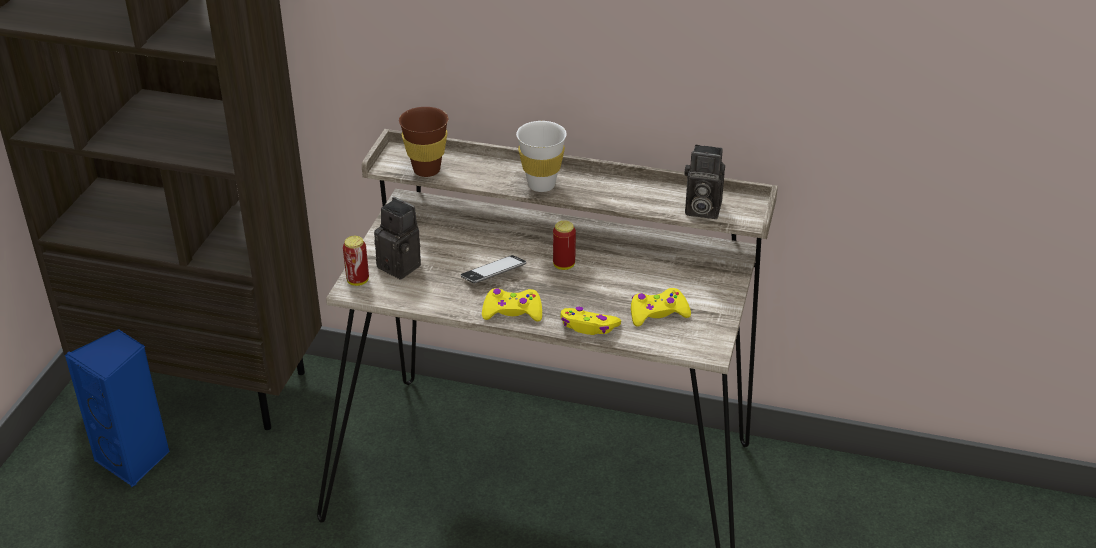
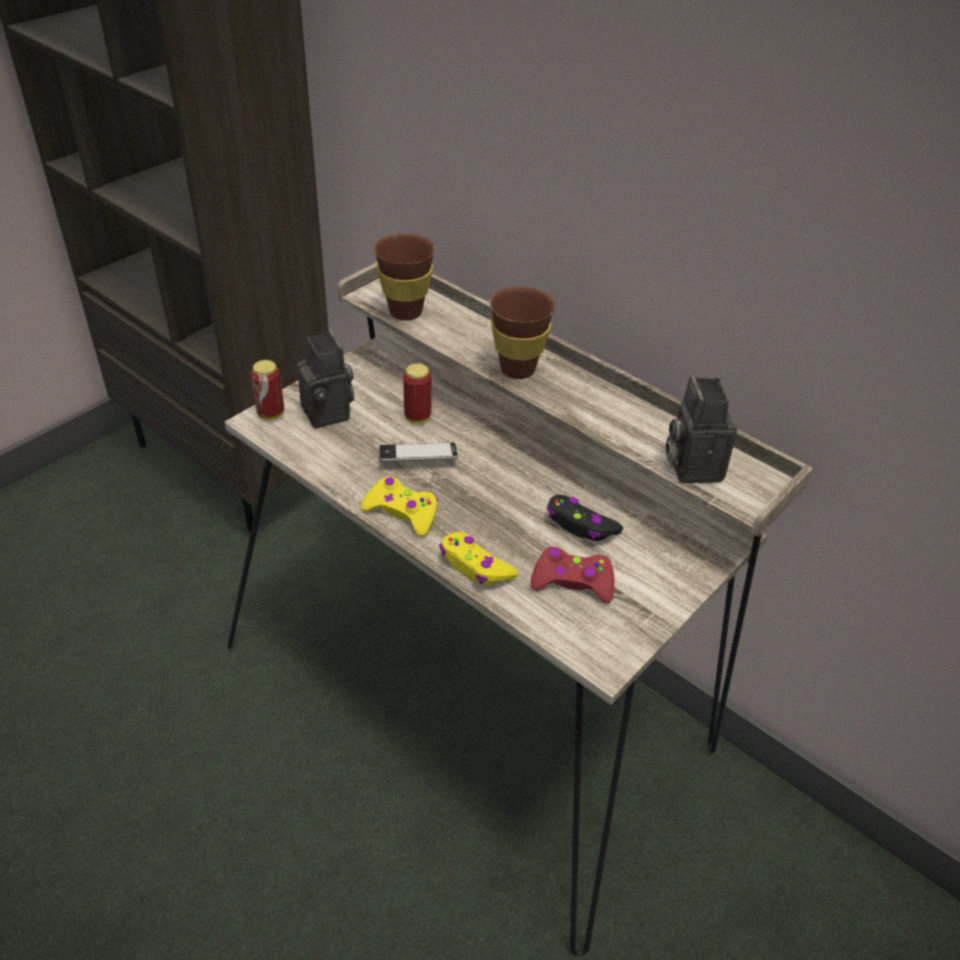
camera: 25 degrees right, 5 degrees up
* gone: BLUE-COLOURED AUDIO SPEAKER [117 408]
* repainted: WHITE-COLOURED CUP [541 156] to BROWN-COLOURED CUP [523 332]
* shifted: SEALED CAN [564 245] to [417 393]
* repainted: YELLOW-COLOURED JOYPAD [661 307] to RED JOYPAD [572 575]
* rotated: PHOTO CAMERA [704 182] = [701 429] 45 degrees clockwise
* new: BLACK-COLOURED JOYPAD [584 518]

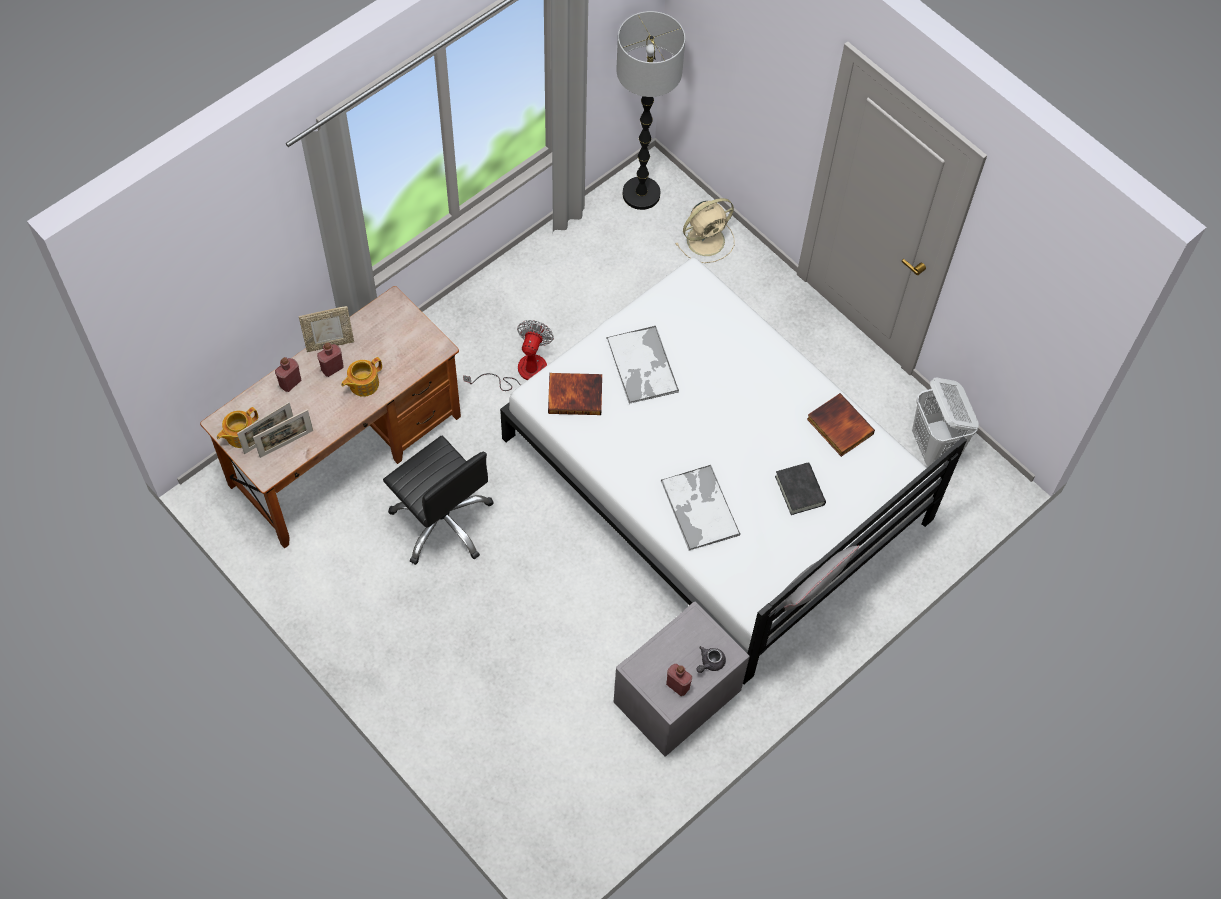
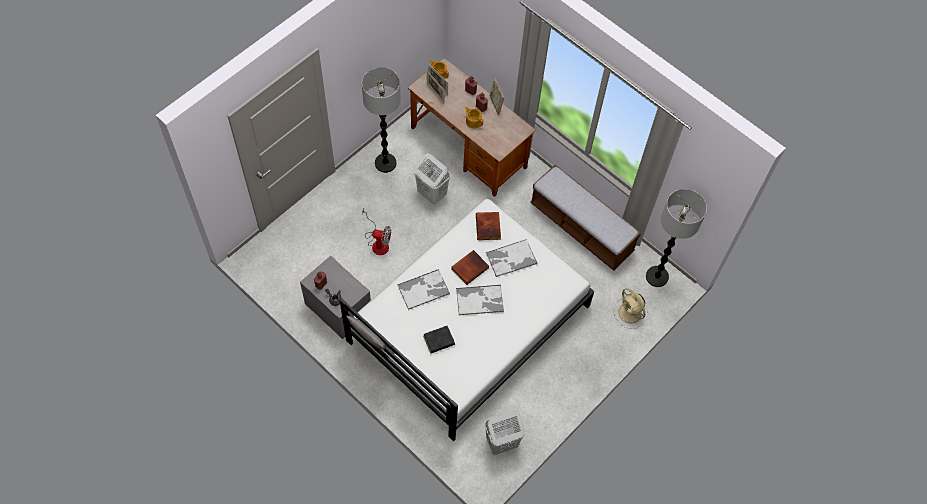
camera: 85 degrees right, 0 degrees up
* swapped: BLACK-COLOURED DESK CHAIR [438 500] to WHITE-COLOURED LAUNDRY BASKET [432 179]
* shifted: FAN [508 355] to [376 231]
* shifted: BOOK [841 425] to [470 267]
* new: STANDARD LAMP [381 120]
* new: CARRYING TRAY [480 300]
* new: INDOOR BENCH [585 218]

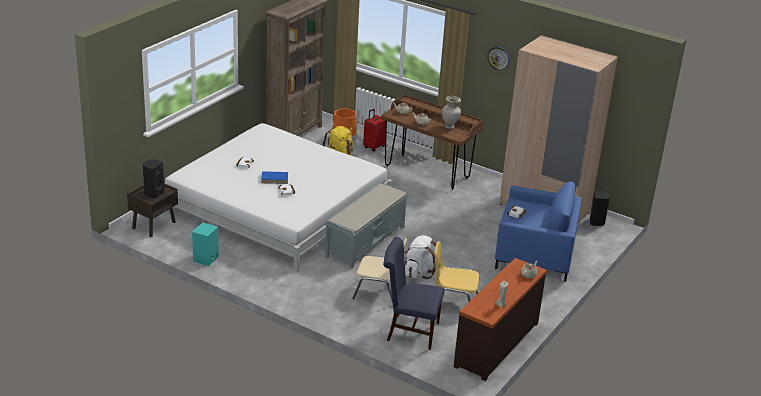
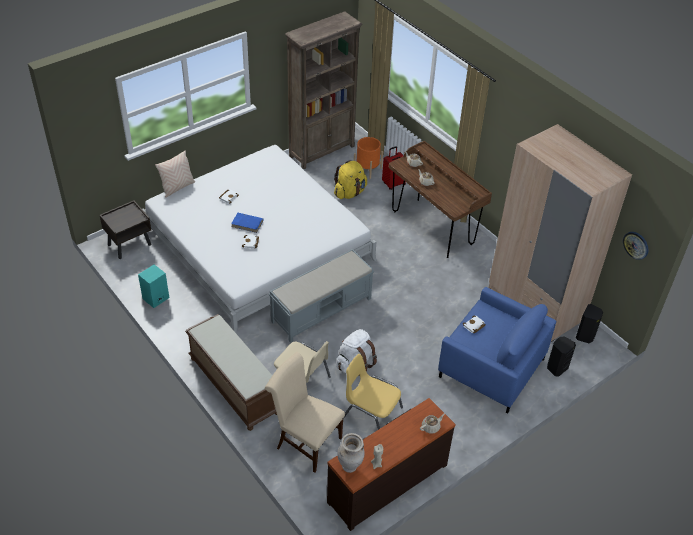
camera: 20 degrees right, 15 degrees up
* shifted: BLACK-COLOURED AUDIO SPEAKER [153 178] to [561 357]
* repainted: BLUE-COLOURED UPRIGHT CHAIR [414 293] to BEIGE-COLOURED UPRIGHT CHAIR [305 412]
* shifted: BEIGE-COLOURED VASE [451 112] to [351 453]
* shifted: CLOCK ON THE WALL [498 58] to [635 246]
* new: BEIGE-COLOURED PILLOW [175 174]
* new: BROWN-COLOURED INDOOR BENCH [231 372]

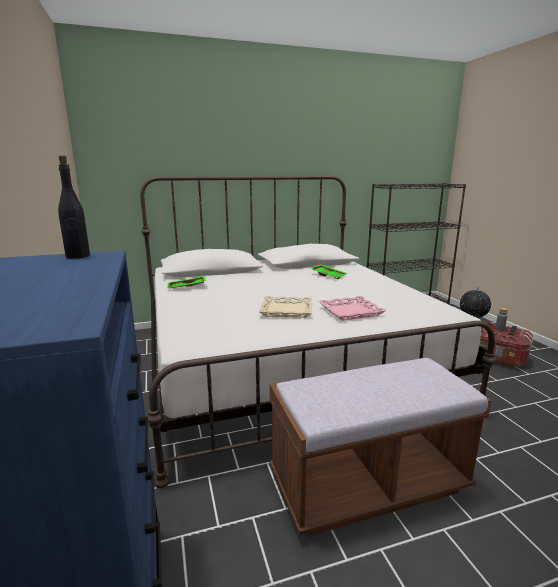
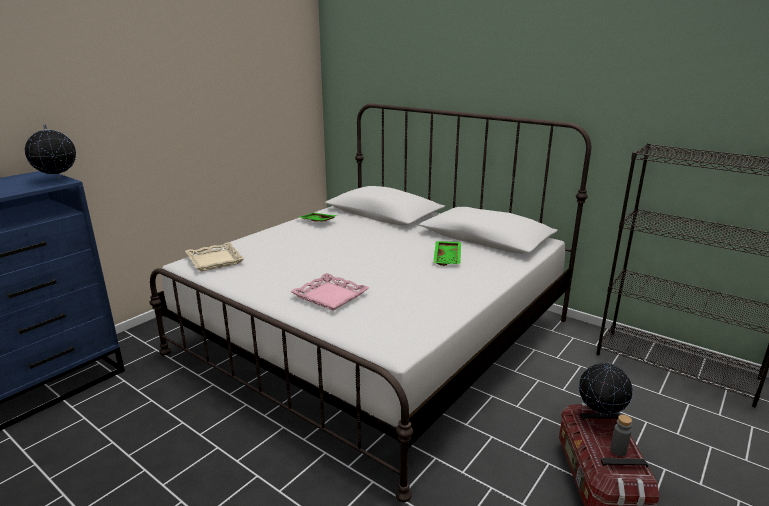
camera: 55 degrees right, 5 degrees up
* swapped: BLACK-COLOURED BEVERAGE BOTTLE [74 207] to GLOBE [50 152]
* shifted: BEIGE-COLOURED CARRYING TRAY [285 307] to [215 256]
* gone: BROWN-COLOURED INDOOR BENCH [380 447]

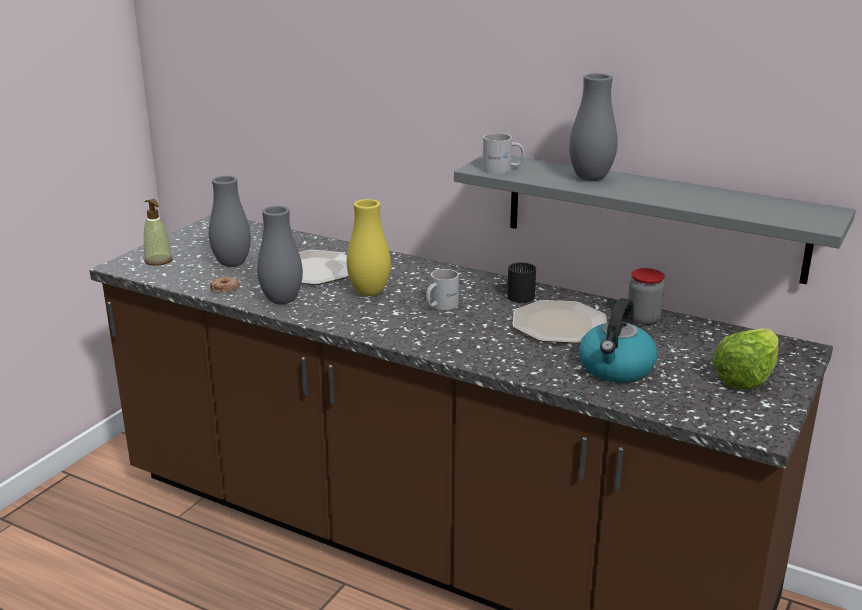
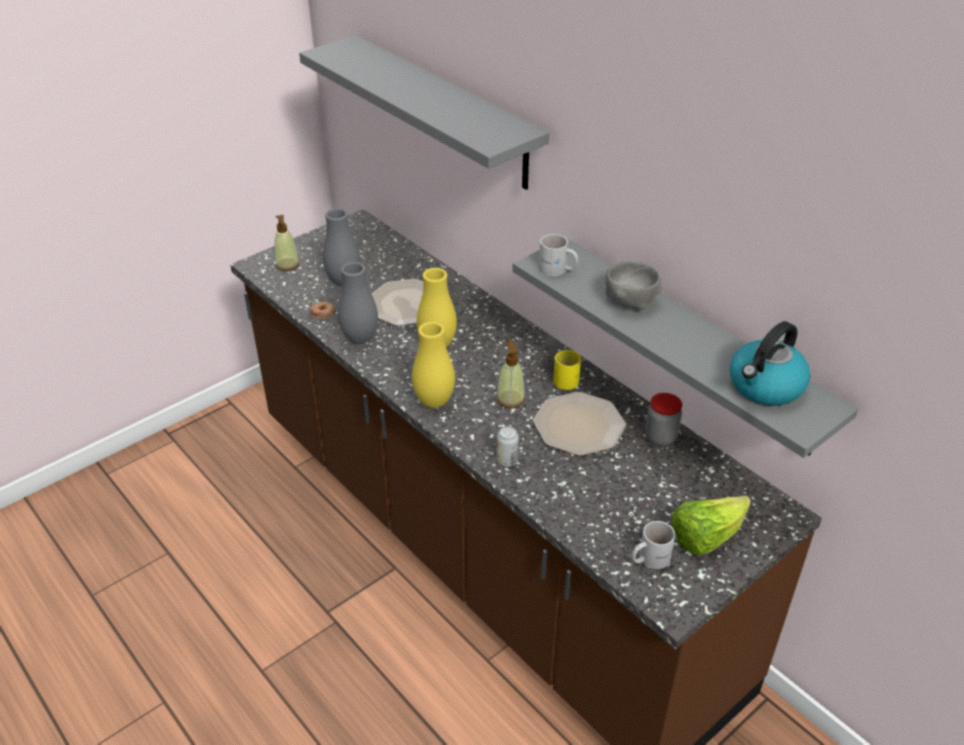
camera: 20 degrees right, 15 degrees up
* shifted: WHITE-COLOURED MUG [442 289] to [653 545]
* repainted: BLACK-COLOURED MUG [521 282] to YELLOW-COLOURED MUG [567 370]
* swapped: GRAY VASE [593 127] to GRAY SERVING BOWL [634 285]
* shifted: KETTLE [618 340] to [770 363]
* new: GRAY BRACKET SHELF [424 112]
* new: YELLOW-COLOURED VASE [433 365]
* new: LIQUID SOAP BOTTLE [511 374]
* new: SEALED CAN [508 447]

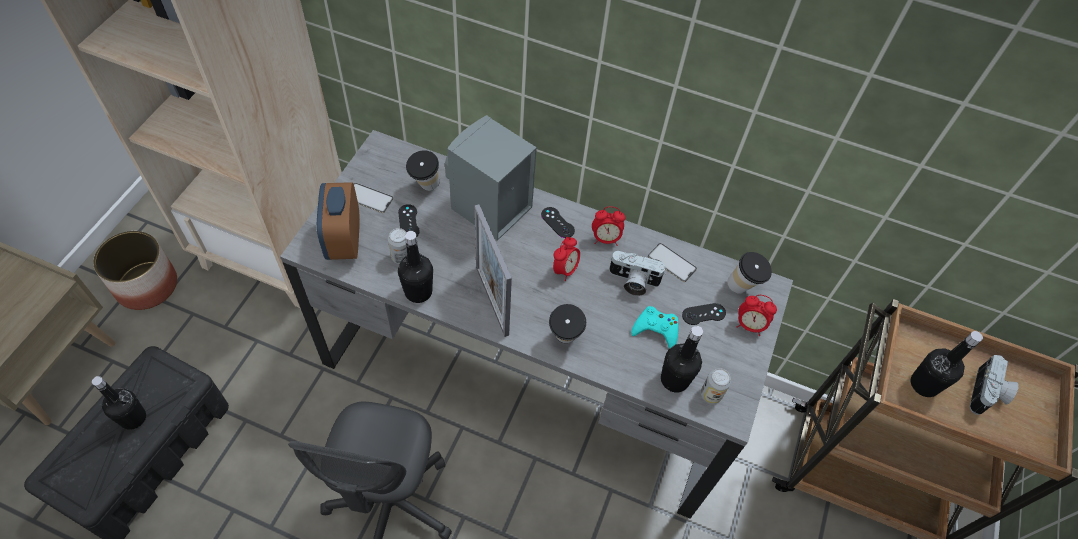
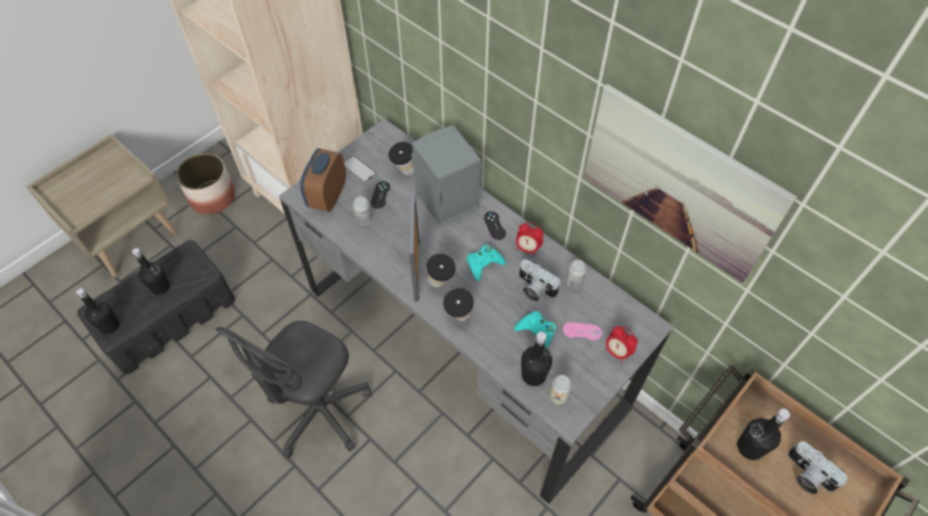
camera: 25 degrees right, 0 degrees up
* shifted: BLACK-COLOURED BEVERAGE BOTTLE [415 267] to [98 311]
* swapped: TABLE CLOCK [566 259] to BLUE-GREEN JOYPAD [486 263]
* swapped: TELEPHONE [672 262] to SEALED CAN [576 274]
* repainted: BLACK-COLOURED JOYPAD [704 314] to PINKISH JOYPAD [582 331]
* shifted: CUP [749 273] to [441 270]
* rotated: PHOTO CAMERA [994 385] = [817 467] 90 degrees clockwise
* new: WALL PICTURE [690 183]

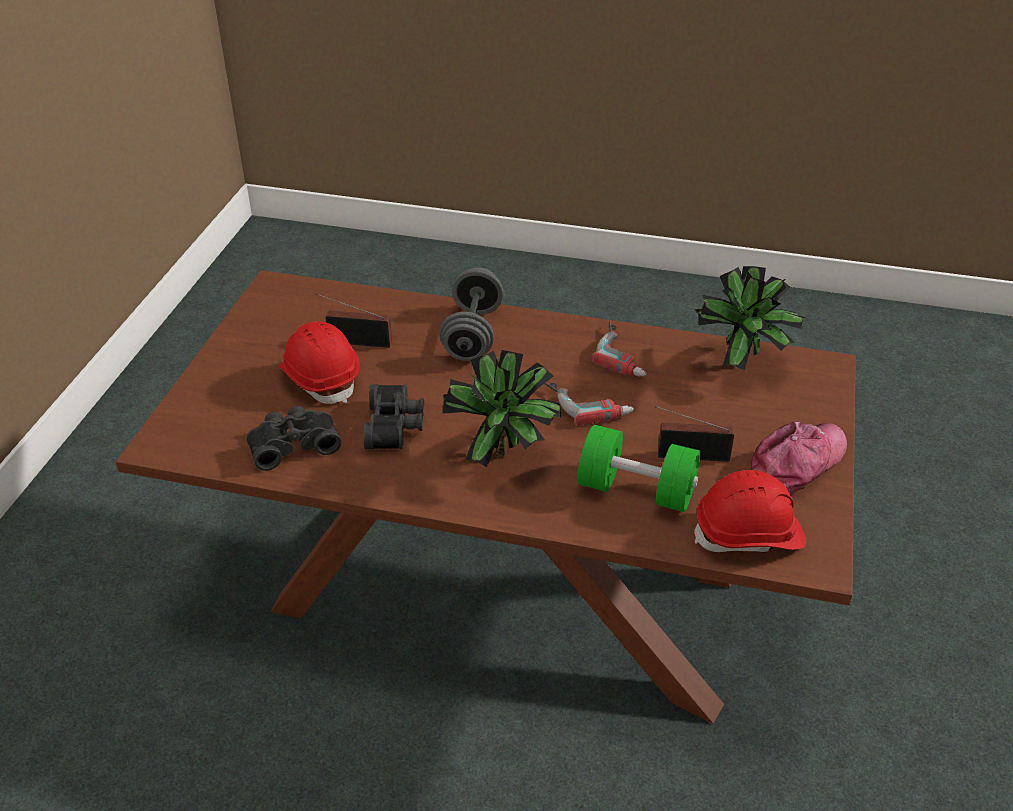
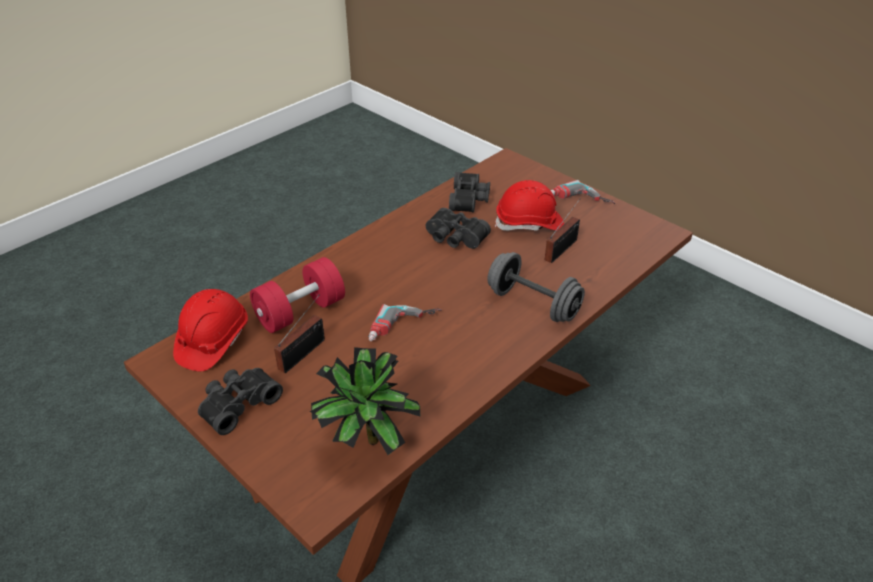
camera: 120 degrees right, 0 degrees up
* gone: PLANT IN A POT [501 408]
* repainted: GREENISH HAND WEIGHT [639 468] to RED HAND WEIGHT [297 295]
* shifted: POWER DRILL [619 348] to [583 192]
* swapped: PEAKED CAP [799 458] to BLACK-COLOURED FIELD GLASSES [240 401]

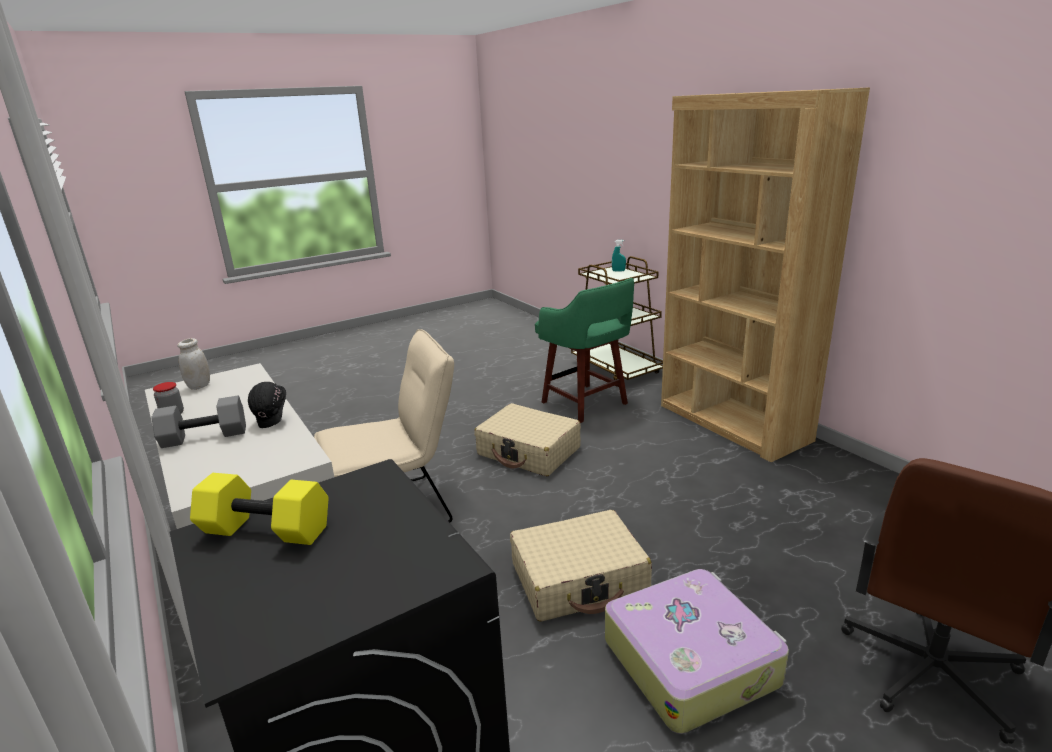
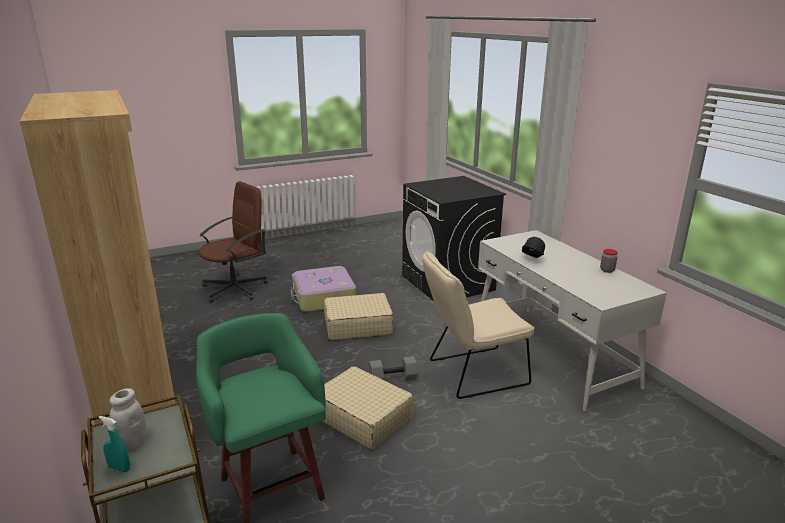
camera: 175 degrees left, 0 degrees up
* shifted: GRAY HAND WEIGHT [198 421] to [393 368]
* shifted: WHITE-COLOURED PRESERVE JAR [193 364] to [127 419]
* gone: YELLOW-COLOURED HAND WEIGHT [259 509]

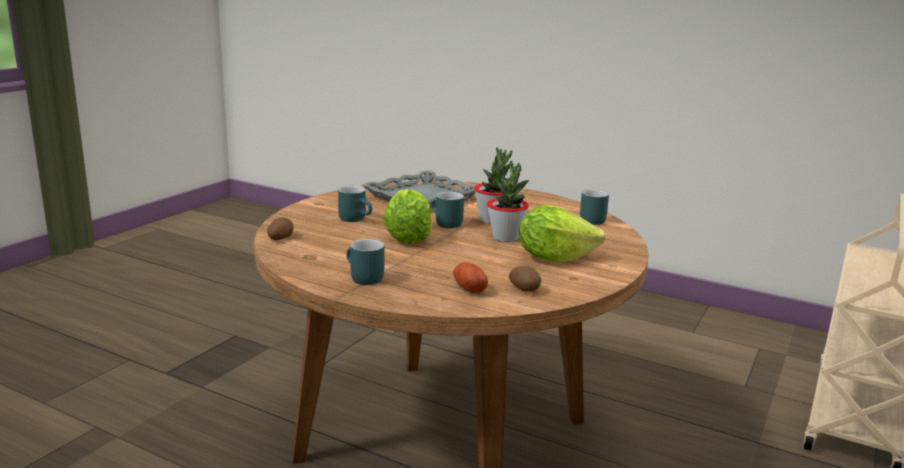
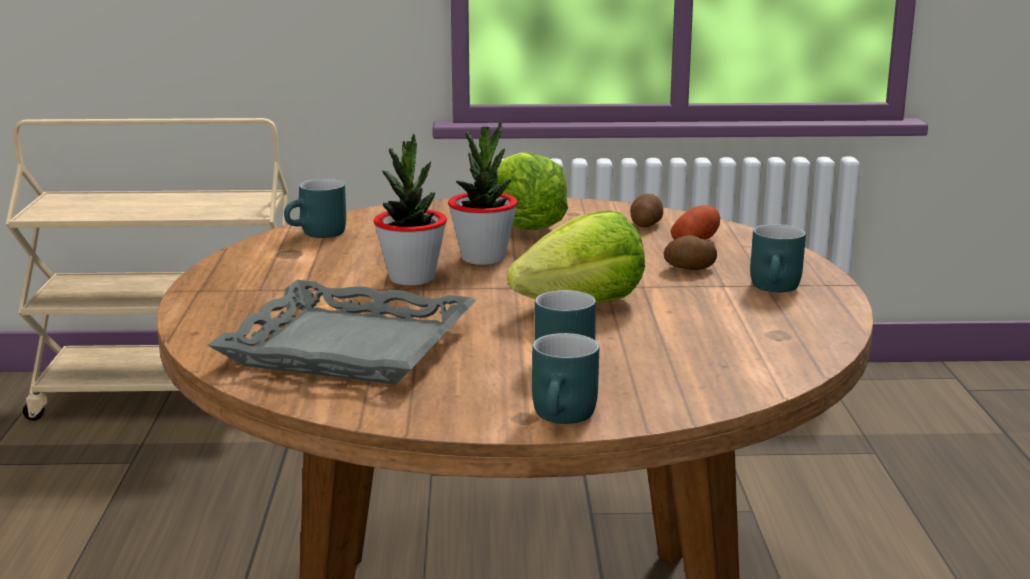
camera: 120 degrees left, 0 degrees up
* shifted: SPUD [280 228] to [690 252]
* shifted: BLUE-GREEN MUG [447 210] to [565 378]

